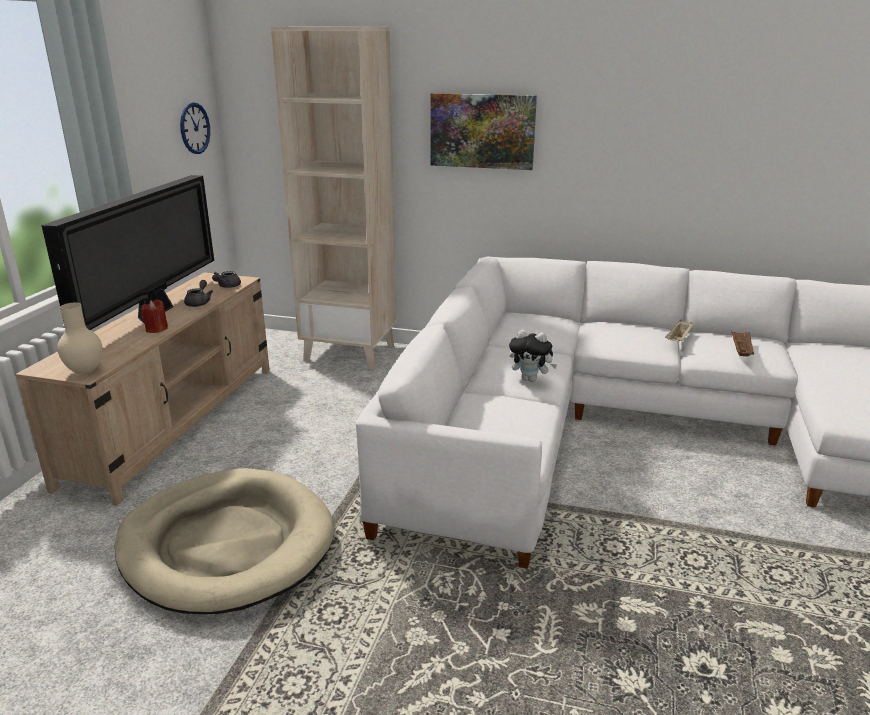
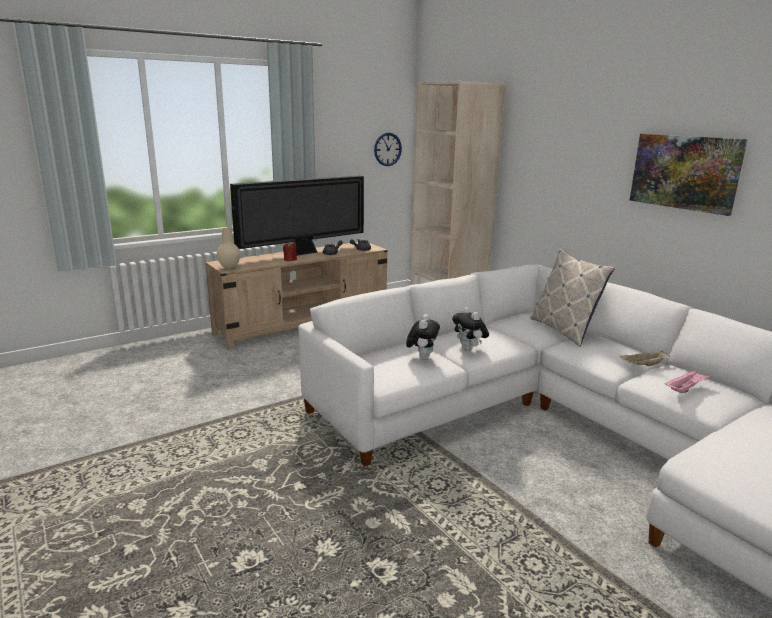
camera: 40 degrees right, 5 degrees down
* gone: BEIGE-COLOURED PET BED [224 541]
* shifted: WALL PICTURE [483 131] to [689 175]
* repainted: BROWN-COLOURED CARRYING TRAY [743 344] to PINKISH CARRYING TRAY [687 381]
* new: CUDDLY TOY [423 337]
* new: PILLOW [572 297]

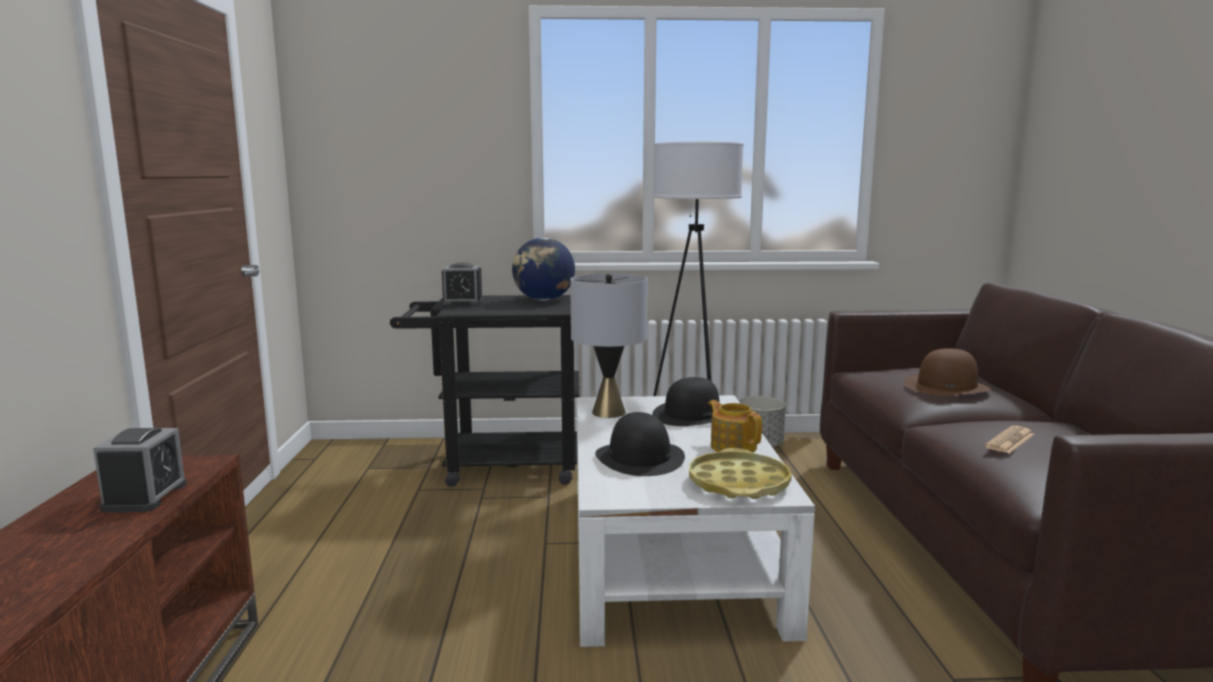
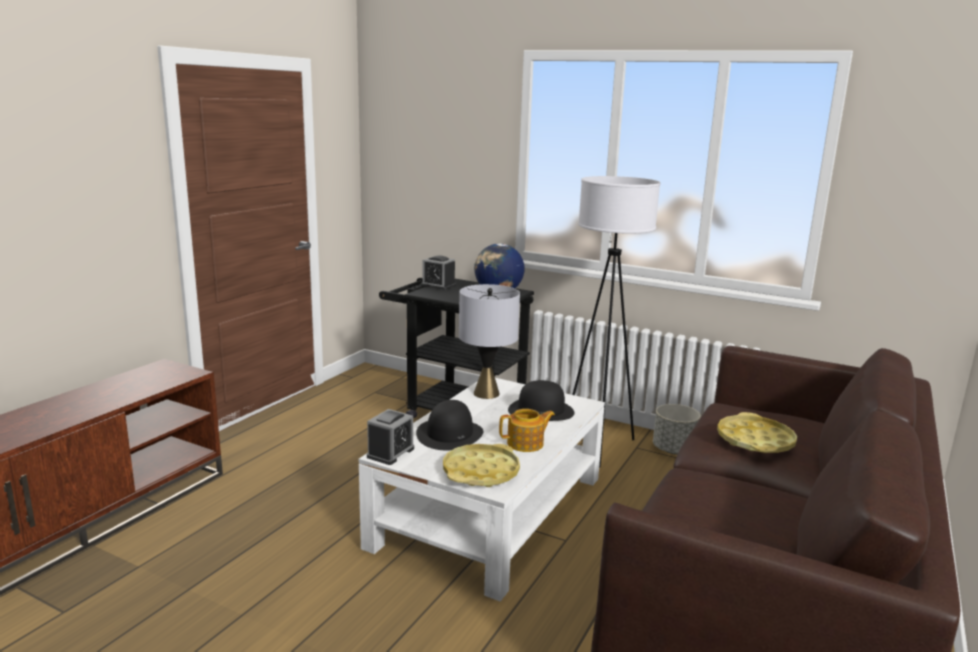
camera: 30 degrees right, 5 degrees up
* shifted: TABLE CLOCK [140 470] to [390 437]
* rotated: TEAPOT [735 426] = [527 430] 75 degrees clockwise
* swapped: BROWN-COLOURED WEARABLE HAT [948 372] to YELLOW-COLOURED CARRYING TRAY [757 432]
* gone: NEWSPAPER [1010 440]

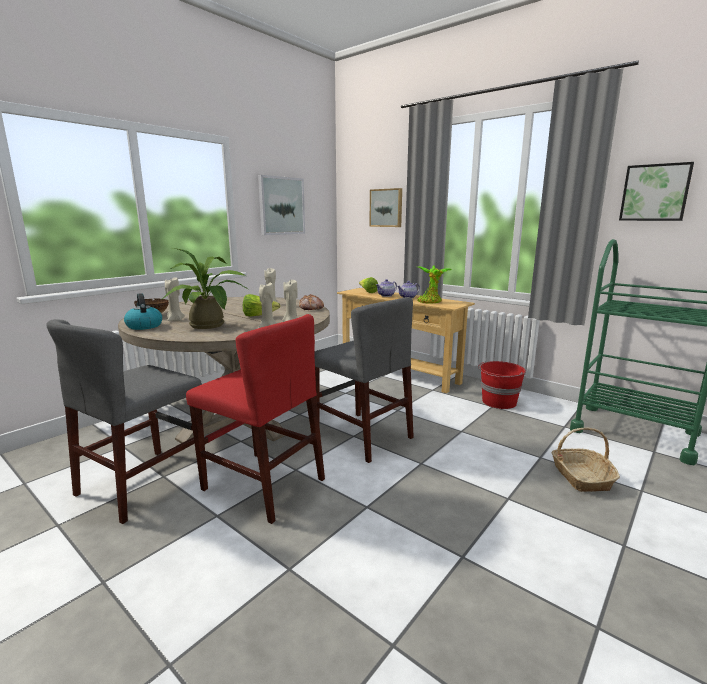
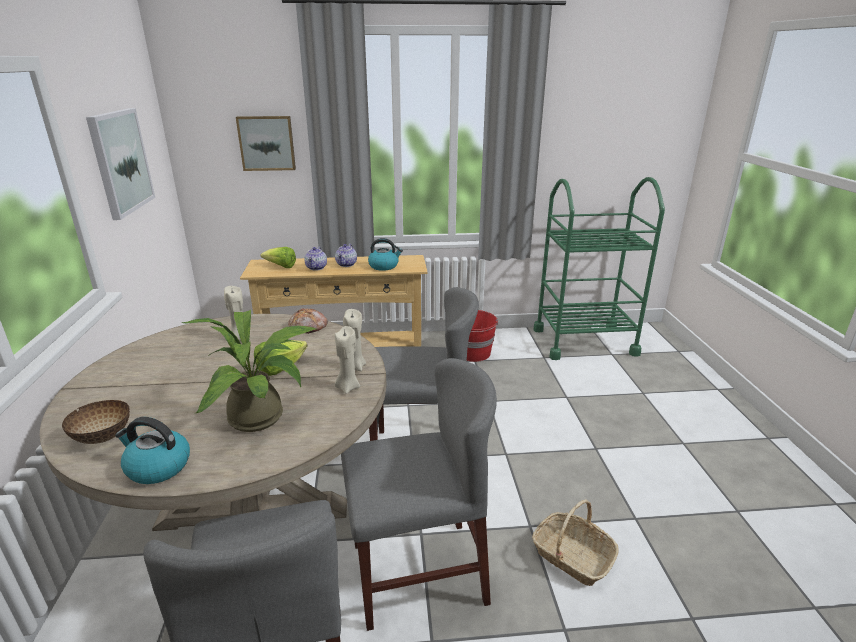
camera: 45 degrees left, 10 degrees up
* gone: BEIGE-COLOURED CANDLE [175 299]
* repainted: RED UPRIGHT CHAIR [255 419] to GRAY UPRIGHT CHAIR [419 494]
* swapped: PLANT IN A POT [434 284] to KETTLE [385 254]
* shifted: HOUSEHOLD BASKET [586 460] to [575 543]
* gone: WALL PICTURE [656 191]

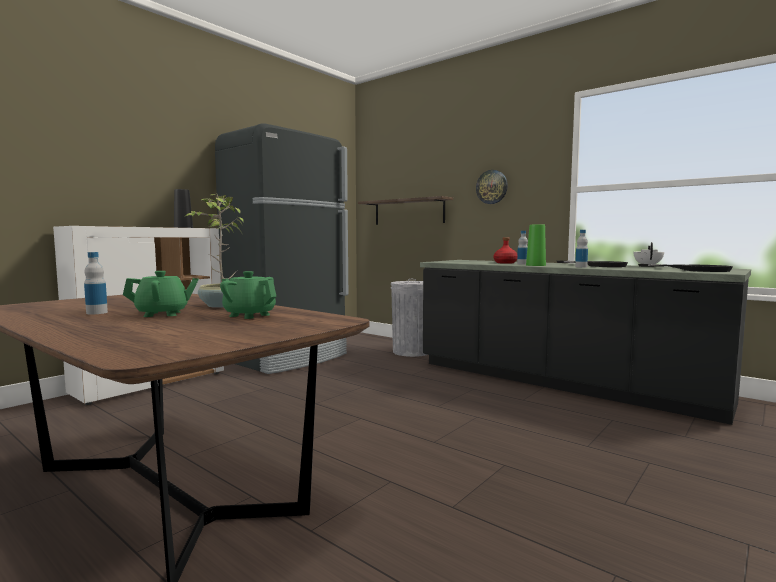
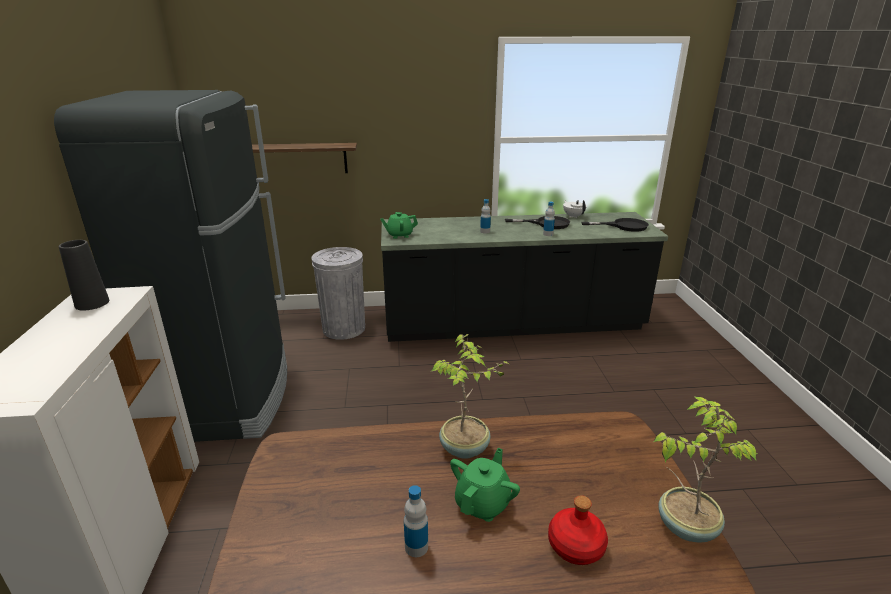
camera: 45 degrees left, 20 degrees up
* shifted: GREENISH TEAPOT [248 295] to [399 225]
* gone: CLOCK ON THE WALL [492 187]
* shifted: RED BEVERAGE BOTTLE [505 250] to [578 530]
* gone: GREENISH VASE [536 245]
* new: PLANT IN A POT [706 469]

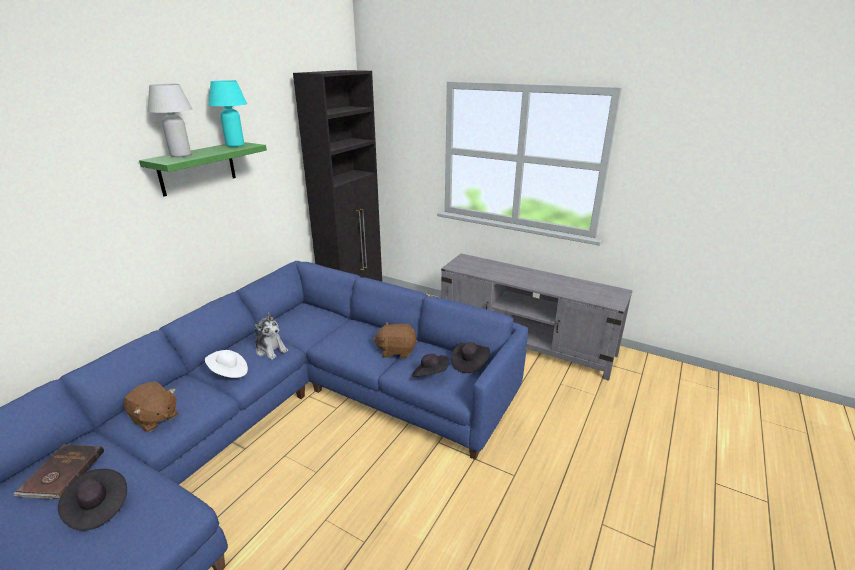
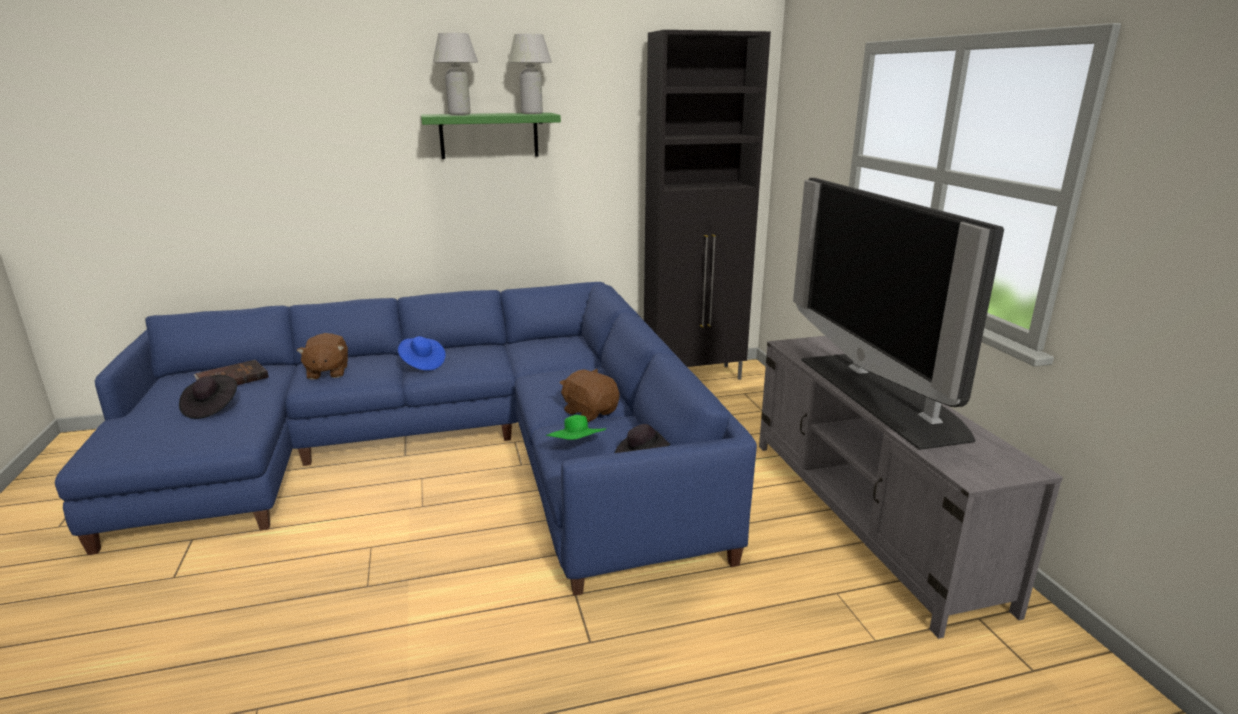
camera: 45 degrees right, 5 degrees down
* repainted: WHITE-COLOURED WEARABLE HAT [226 364] to BLUE-COLOURED WEARABLE HAT [421 353]
* repainted: BLUE-GREEN LAMP FOR A TABLE [227 113] to WHITE-COLOURED LAMP FOR A TABLE [530 74]
* gone: CUDDLY TOY [271 336]
* repainted: BLACK-COLOURED WEARABLE HAT [430 365] to GREENISH WEARABLE HAT [576 427]
* new: TELEVISION [898 314]

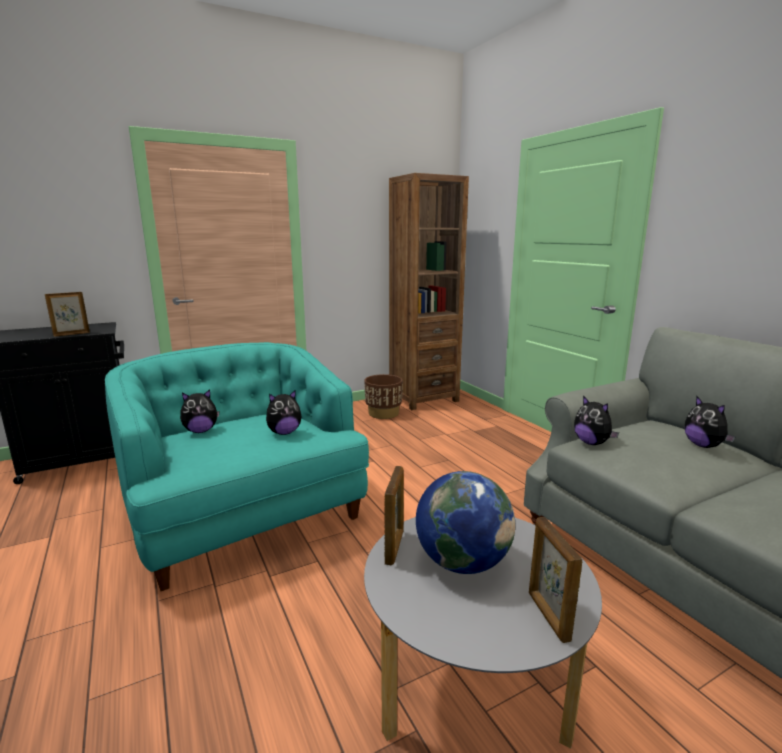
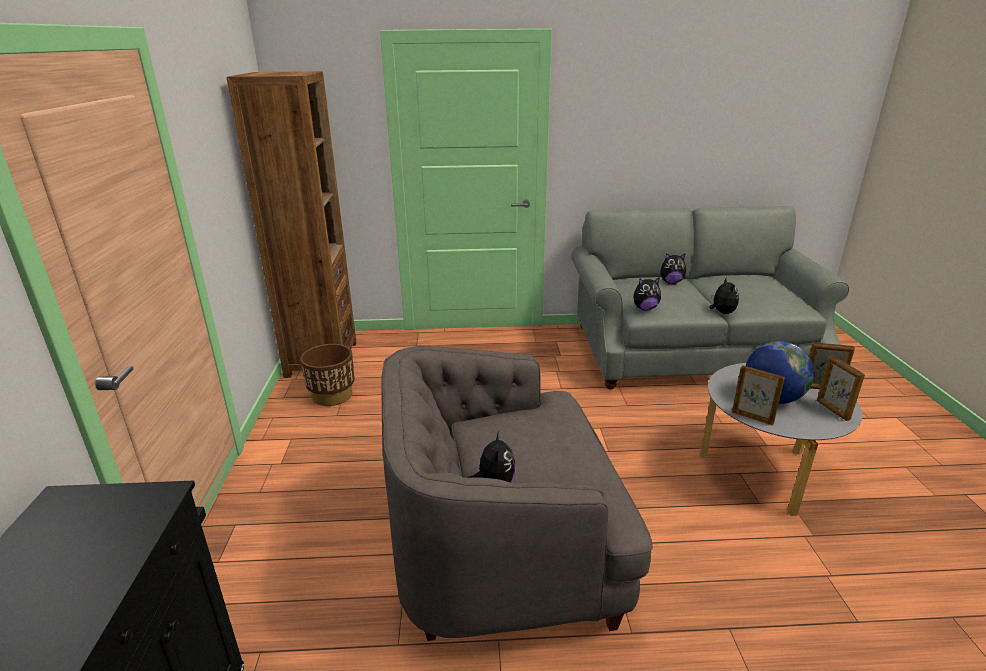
camera: 65 degrees left, 10 degrees up
* shifted: PHOTO FRAME [67 314] to [841 388]
* repainted: BLUE-GREEN LOUNGE CHAIR [237 466] to GRAY LOUNGE CHAIR [517 493]
* shifted: CUDDLY TOY [284 412] to [724 296]

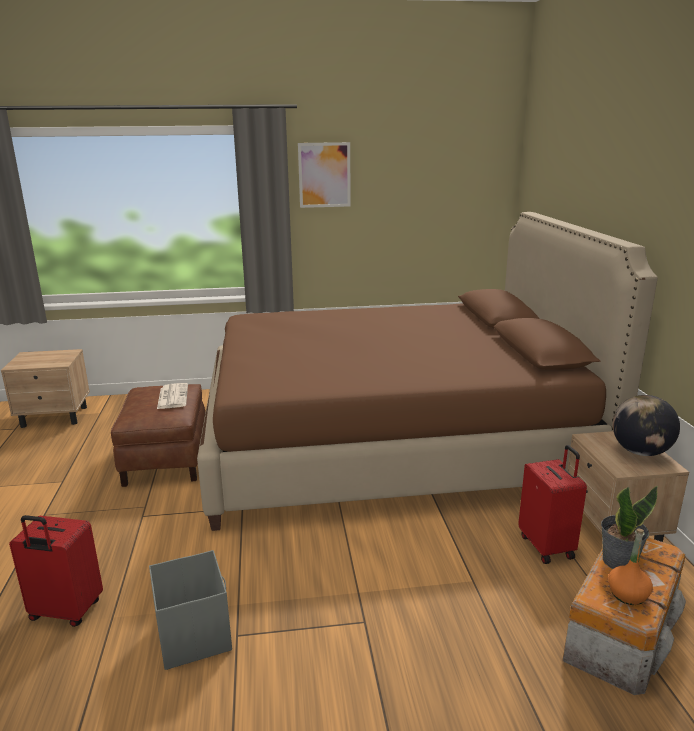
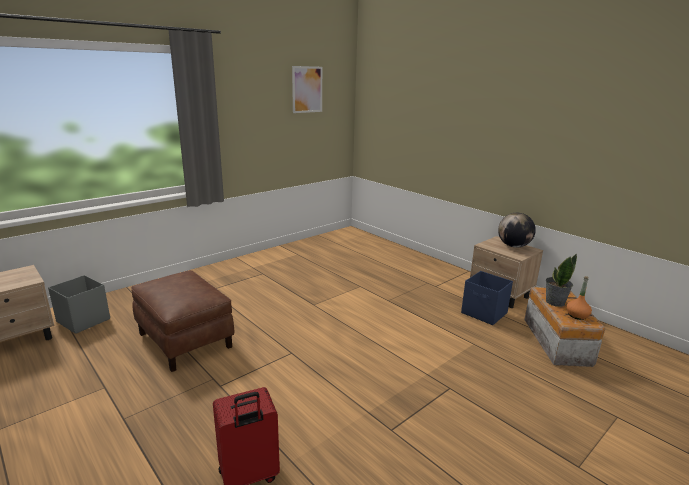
camera: 35 degrees left, 0 degrees up
* shifted: GRAY STORAGE BOX [190 610] to [79 304]
* gone: NEWSPAPER [172 396]
* gone: BROWN-COLOURED BEDROOM BED [427 371]
* shifted: WALL PICTURE [324 175] to [307 89]
* swapped: RED TRAVEL CASE [552 504] to BLUE-COLOURED STORAGE BOX [487 298]

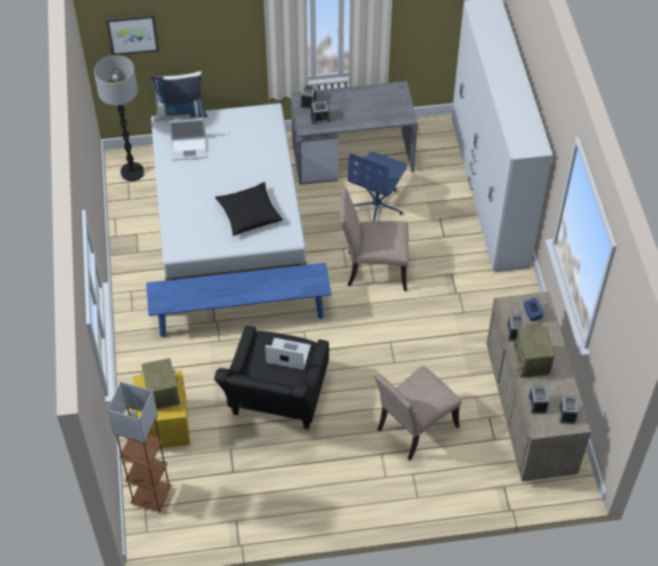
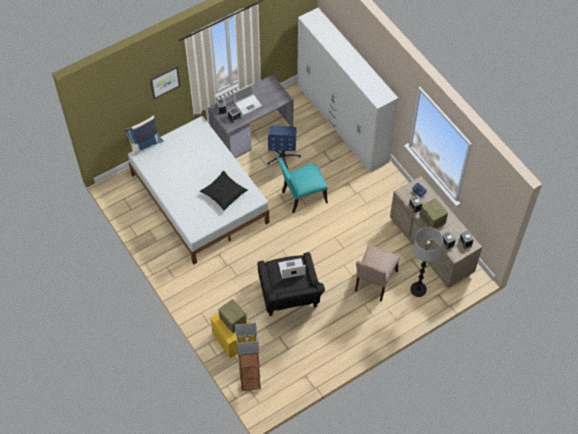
camera: 25 degrees left, 5 degrees up
* shifted: STANDARD LAMP [119 118] to [426 262]
* shifted: WALL PICTURE [132 35] to [165 82]
* gone: BLUE-COLOURED INDOOR BENCH [238 300]
* shifted: PORTABLE COMPUTER [188 140] to [248 99]
* repainted: BEIGE-COLOURED UPRIGHT CHAIR [374 239] to BLUE-GREEN UPRIGHT CHAIR [302 185]

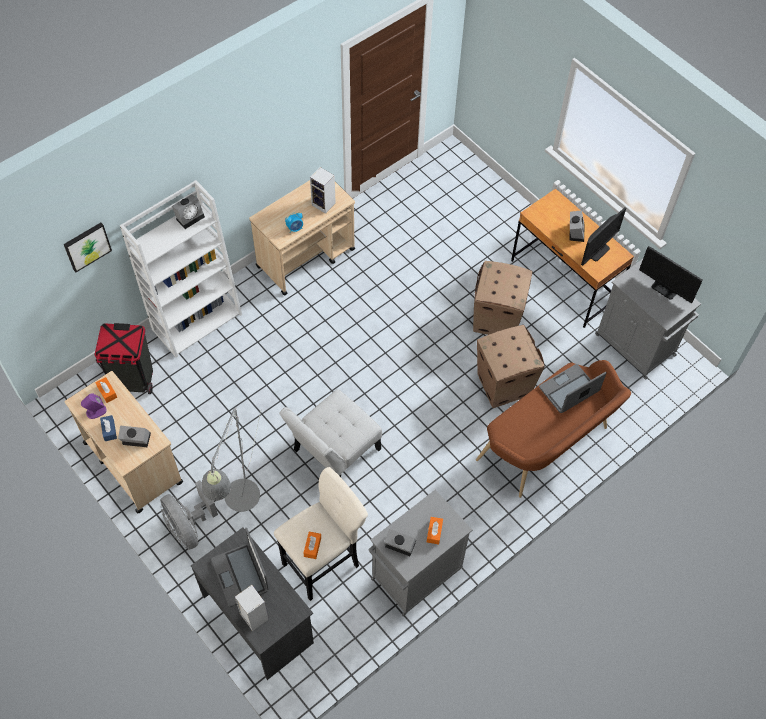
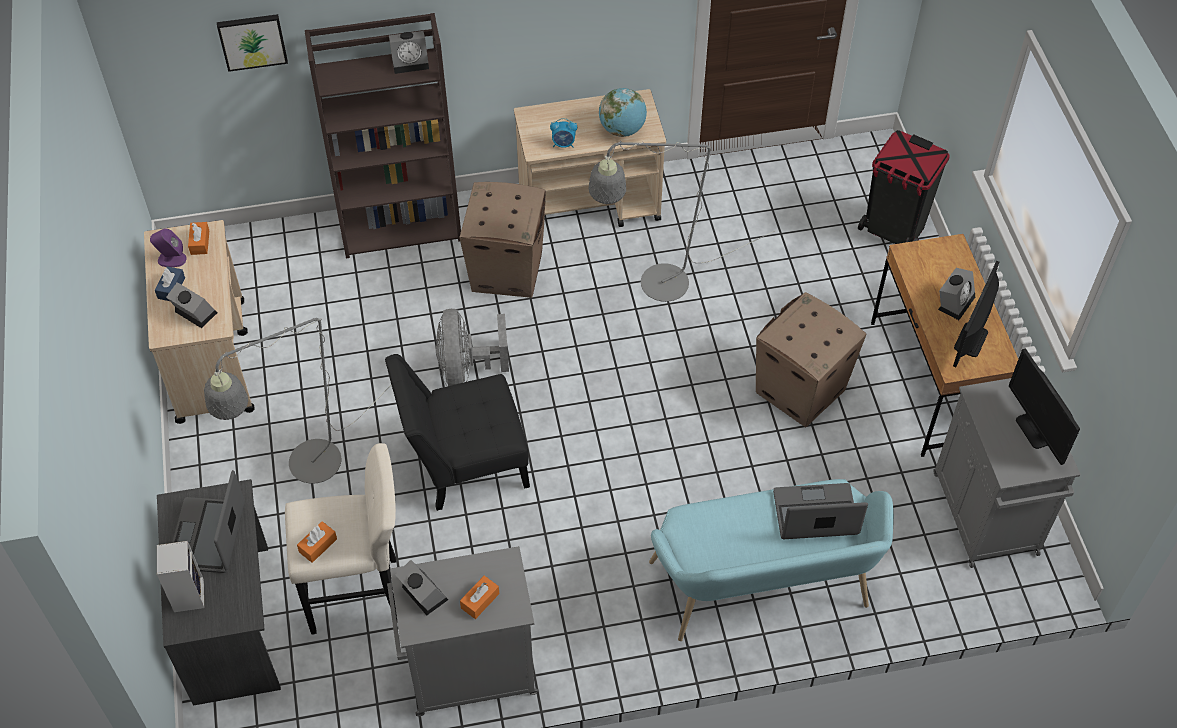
camera: 30 degrees right, 5 degrees down
* shifted: BLACK-COLOURED WASTE BIN [123 358] to [904 187]
* repainted: WHITE-COLOURED SHELVING UNIT [181 269] to BROWN-COLOURED SHELVING UNIT [383 135]
* shifted: GRAY FAN [189 515] to [472 347]
* repainted: WHITE-COLOURED UPRIGHT CHAIR [330 433] to BLACK-COLOURED UPRIGHT CHAIR [457 432]
* swapped: AUDIO SPEAKER [323 190] to GLOBE [623 112]
* repainted: BROWN-COLOURED INDOOR BENCH [553 429] to BLUE-GREEN INDOOR BENCH [771 560]
* shifted: CARTON [511 366] to [503 240]
* rotated: COMPUTER SCREEN [603 236] = [976 314] 135 degrees clockwise
* new: GRAY STANDARD LAMP [681 221]

